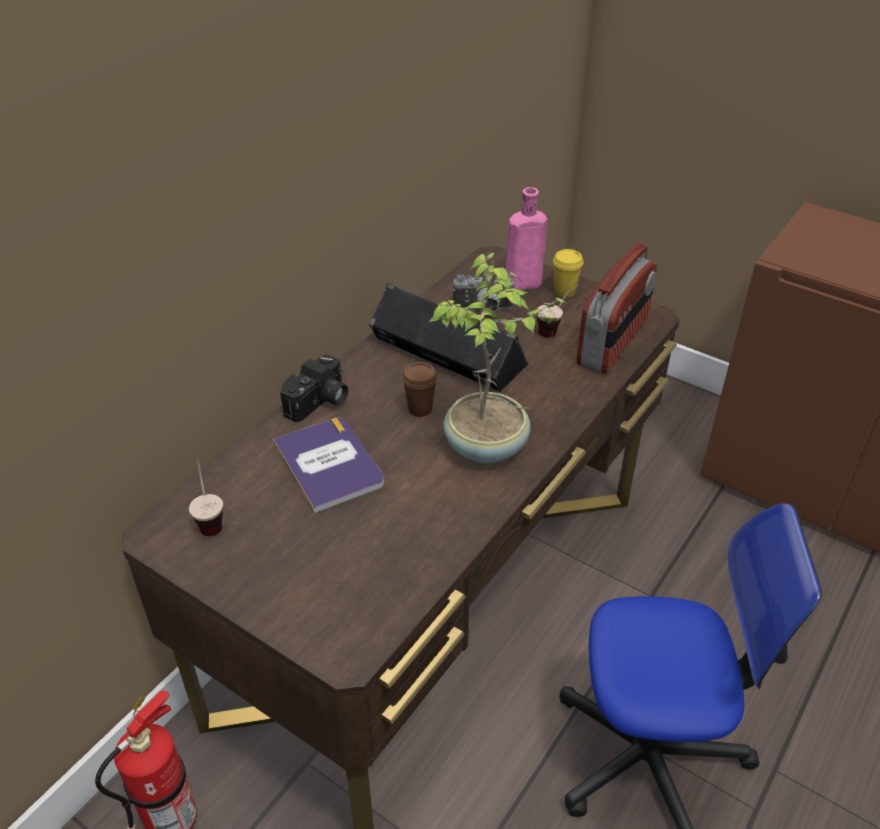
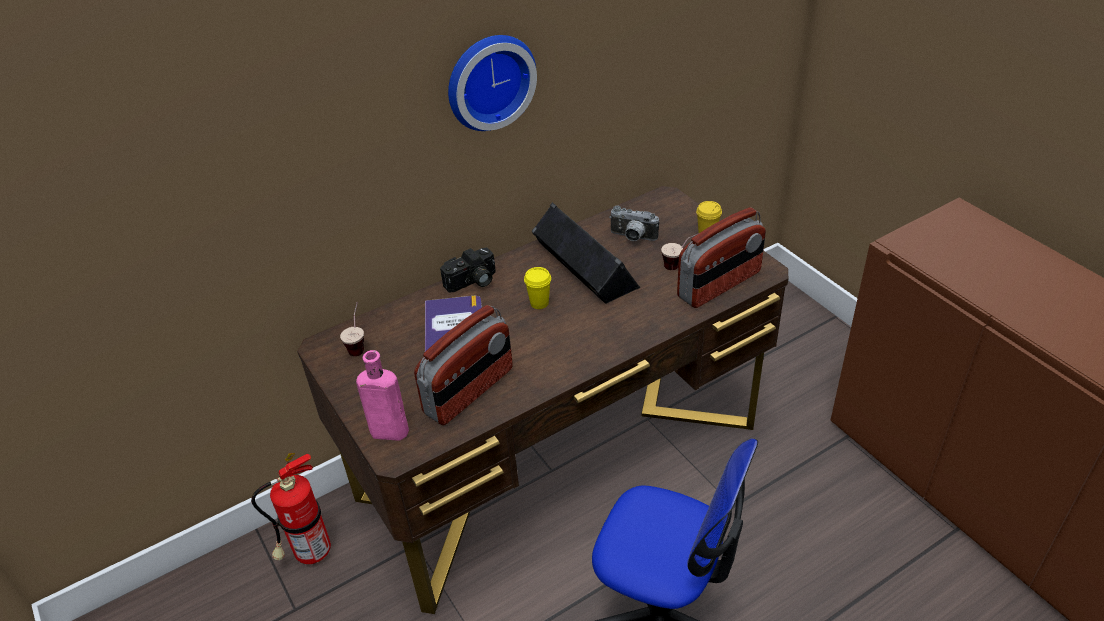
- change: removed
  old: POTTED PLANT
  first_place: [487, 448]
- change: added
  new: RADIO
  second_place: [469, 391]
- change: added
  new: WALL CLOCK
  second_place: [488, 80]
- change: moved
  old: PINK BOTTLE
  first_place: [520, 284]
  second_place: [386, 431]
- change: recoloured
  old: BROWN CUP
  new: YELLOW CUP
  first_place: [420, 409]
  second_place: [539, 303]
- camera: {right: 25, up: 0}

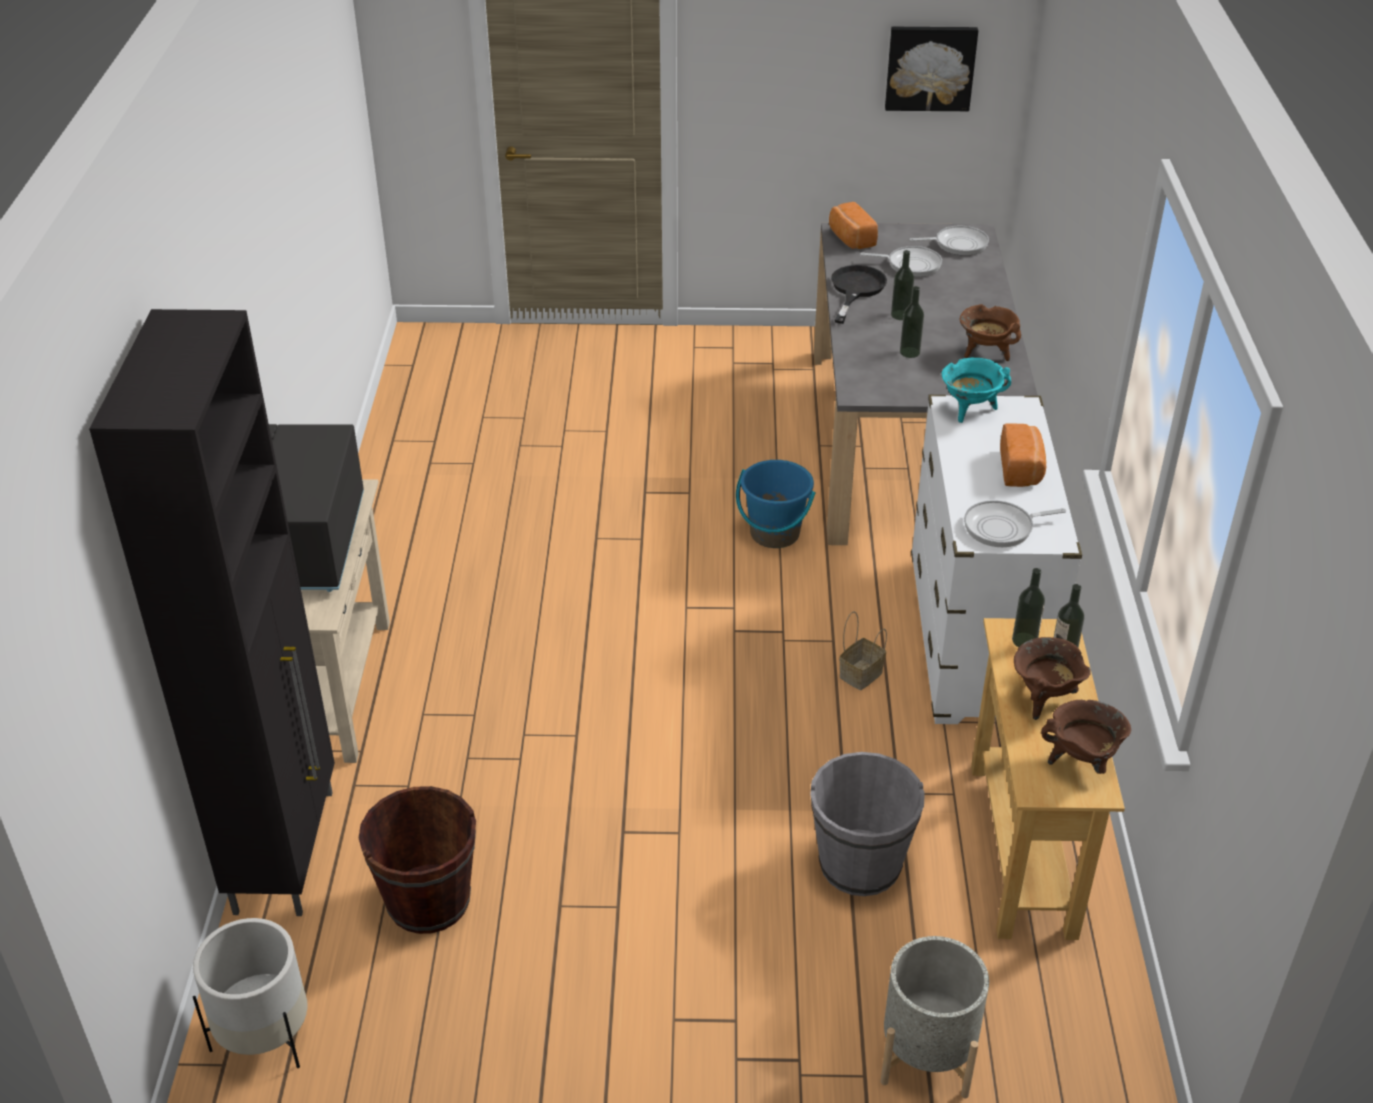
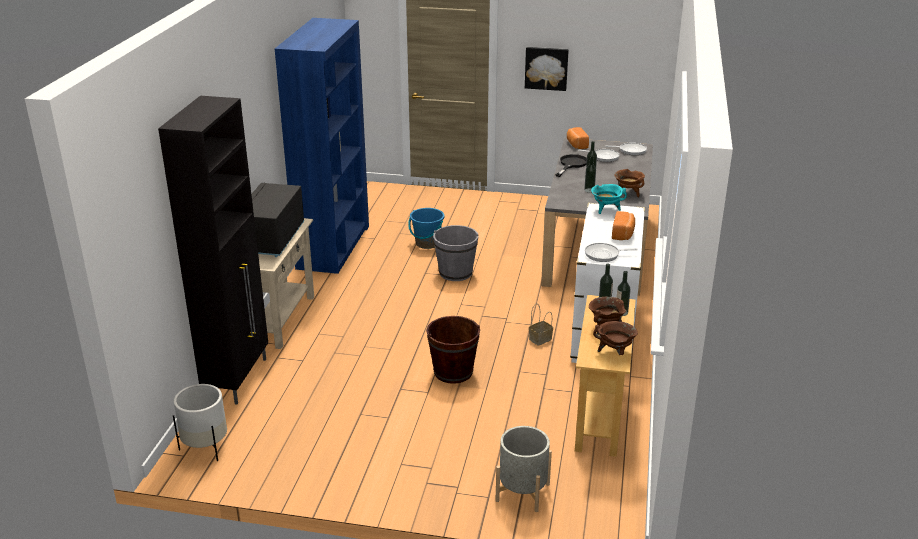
- change: added
  new: BLUE BOOKCASE
  second_place: [333, 247]
- change: moved
  old: BROWN BUCKET
  first_place: [428, 900]
  second_place: [453, 372]
- change: moved
  old: BLUE BUCKET
  first_place: [774, 534]
  second_place: [427, 243]
- change: moved
  old: GREY BUCKET
  first_place: [860, 864]
  second_place: [455, 273]
- change: moved
  old: PICTURE
  first_place: [930, 67]
  second_place: [546, 68]
- camera: {right: 10, up: -10}

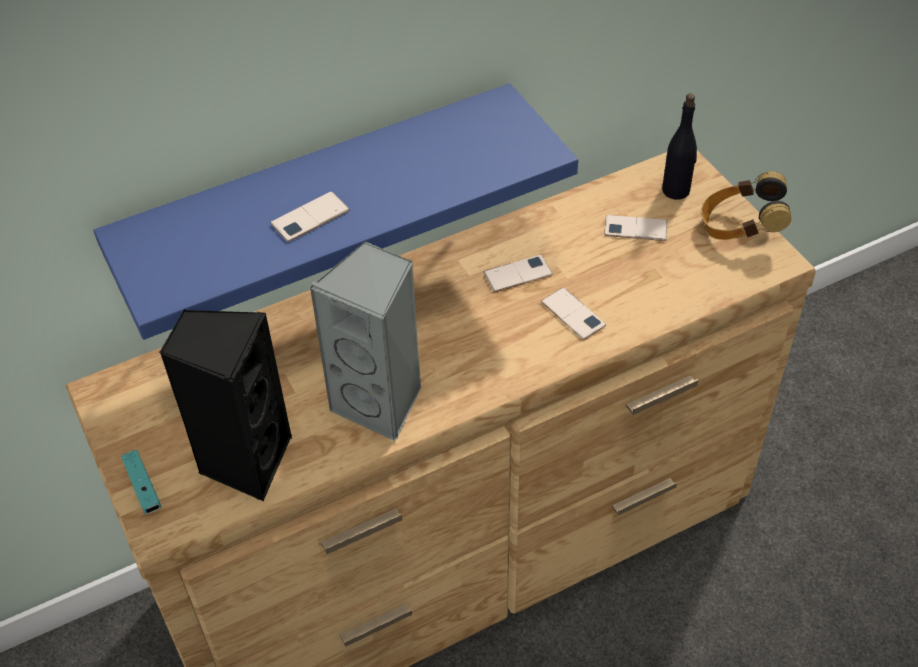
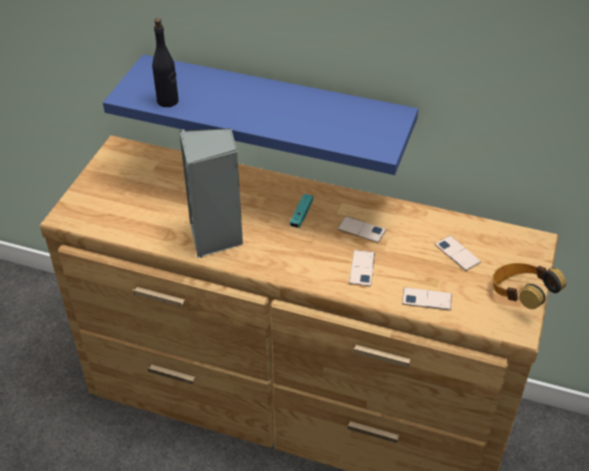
- change: removed
  old: BLACK SPEAKER
  first_place: [245, 460]
- change: moved
  old: TURQUOISE GAME CONTROLLER
  first_place: [143, 487]
  second_place: [301, 215]
- change: moved
  old: PHONE
  first_place: [310, 217]
  second_place: [427, 299]
- change: moved
  old: BLACK BOTTLE
  first_place: [676, 190]
  second_place: [168, 101]
- camera: {right: 45, up: -5}

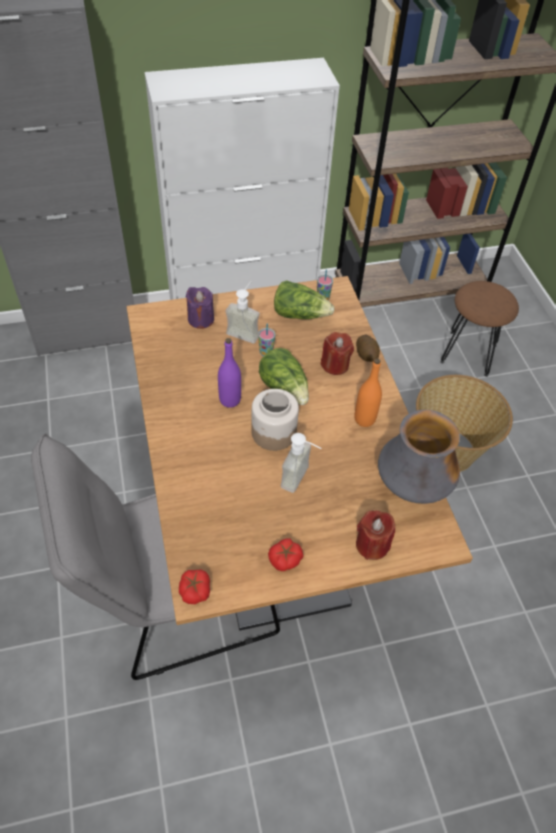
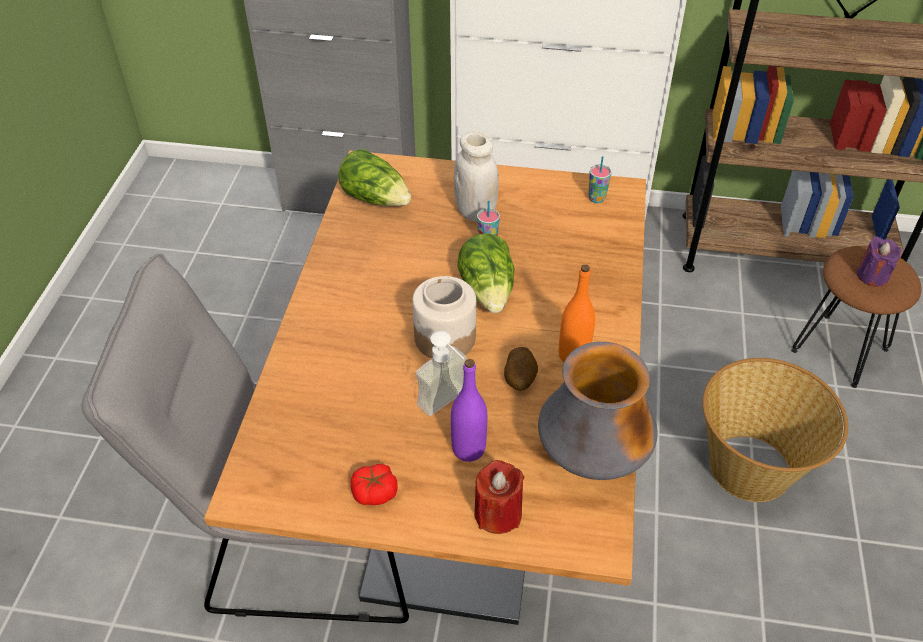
- change: removed
  old: TOMATO
  first_place: [195, 590]
- change: removed
  old: RED CANDLE
  first_place: [335, 365]
- change: moved
  old: PURPLE CANDLE
  first_place: [201, 319]
  second_place: [872, 275]
- change: moved
  old: PURPLE BOTTLE
  first_place: [230, 400]
  second_place: [468, 449]
- change: moved
  old: LETTUCE
  first_place: [300, 314]
  second_place: [376, 198]
- change: moved
  old: POTATO
  first_place: [367, 355]
  second_place: [520, 378]
- change: replaced
  old: SOAP DISPENSER
  new: WHITE JAR
  first_place: [245, 331]
  second_place: [475, 211]
- camera: {right: 25, up: -5}

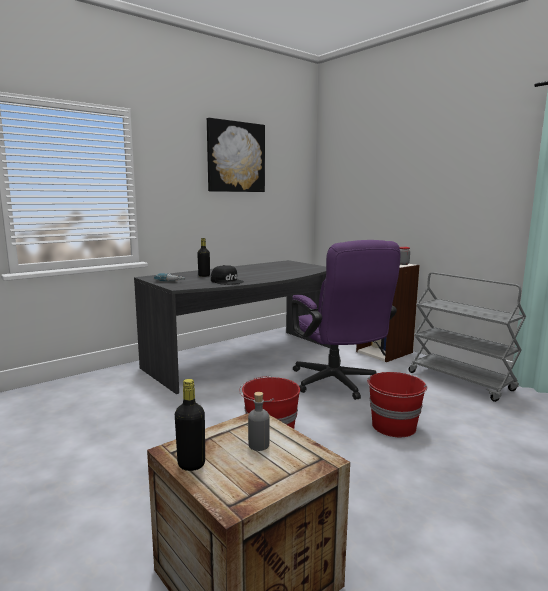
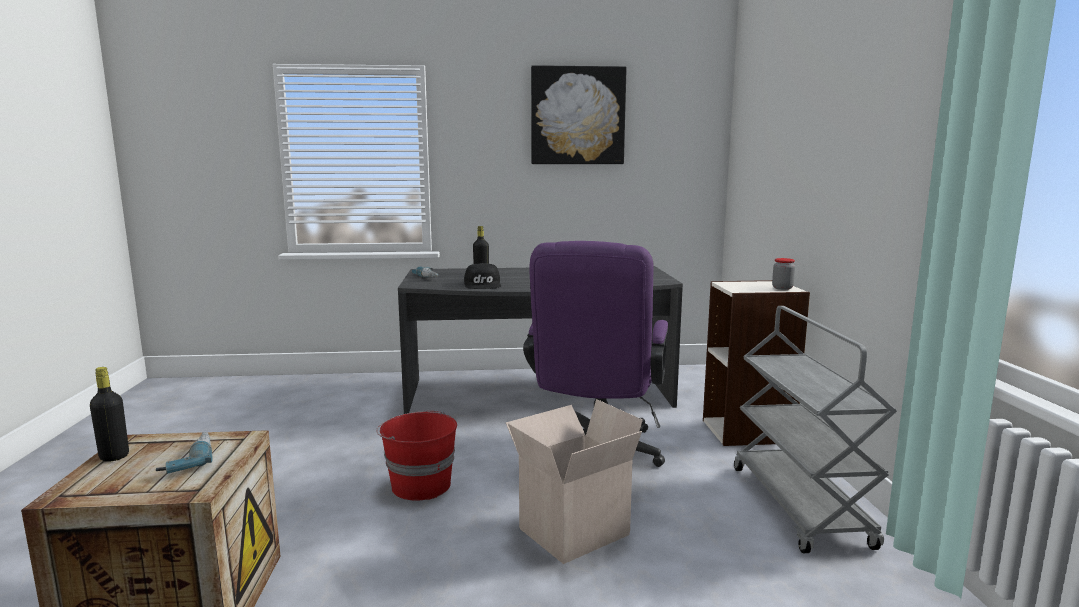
- change: replaced
  old: GREY BOTTLE
  new: POWER DRILL
  first_place: [258, 445]
  second_place: [187, 460]
- change: replaced
  old: RED BUCKET
  new: CARDBOARD BOX
  first_place: [394, 427]
  second_place: [573, 529]
- camera: {right: 35, up: 0}

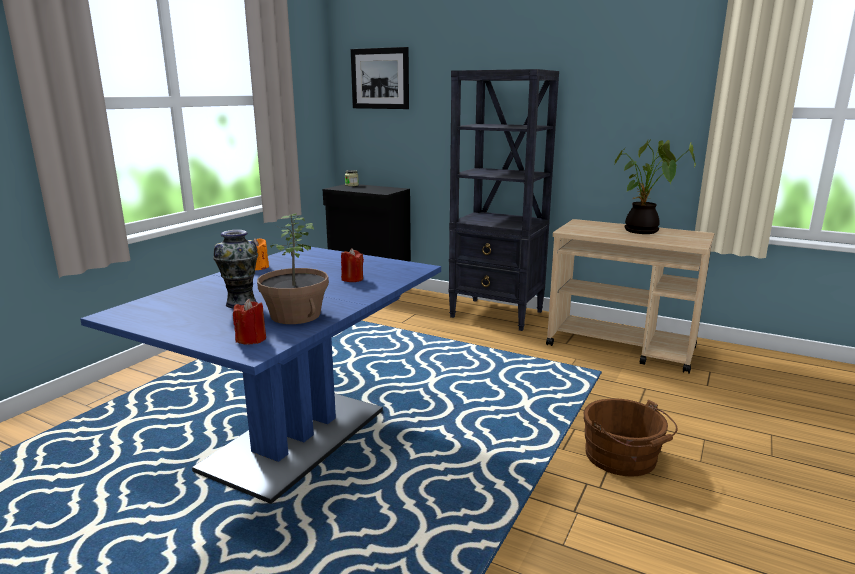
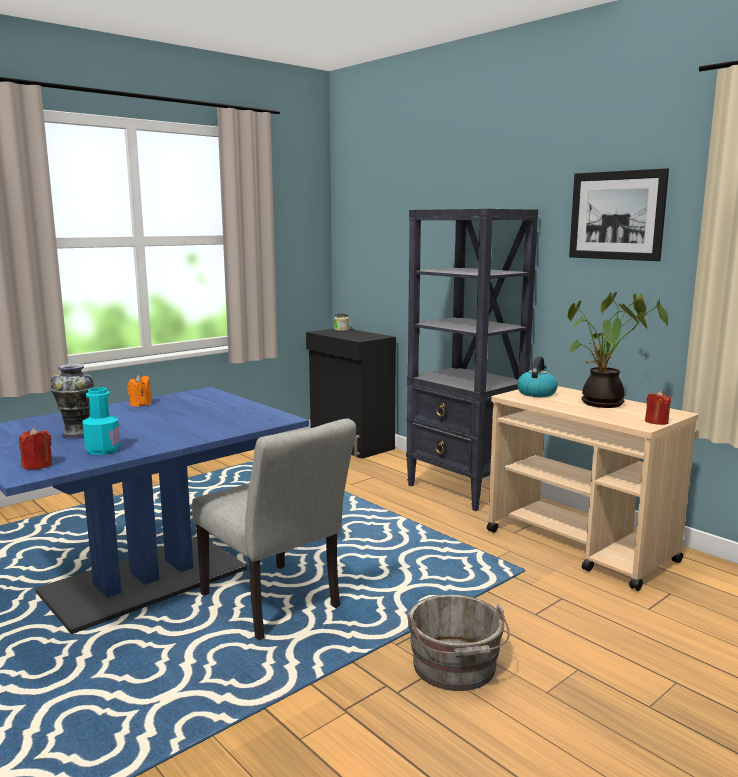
- change: added
  new: GREY CHAIR
  second_place: [276, 605]
- change: added
  new: KETTLE
  second_place: [536, 393]
- change: moved
  old: RED CANDLE
  first_place: [352, 279]
  second_place: [656, 422]
- change: moved
  old: PICTURE
  first_place: [380, 78]
  second_place: [616, 215]
- change: replaced
  old: POTTED PLANT
  new: TURQUOISE BOTTLE
  first_place: [295, 315]
  second_place: [103, 450]
- change: recoloured
  old: BROWN BUCKET
  new: GREY BUCKET
  first_place: [624, 458]
  second_place: [456, 668]
- camera: {right: 20, up: -5}

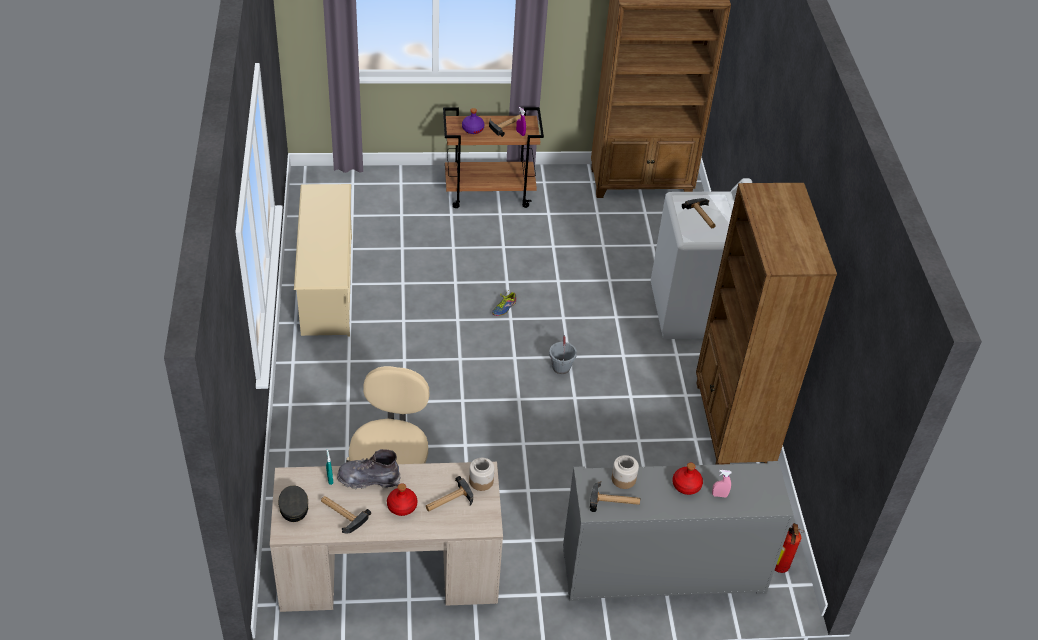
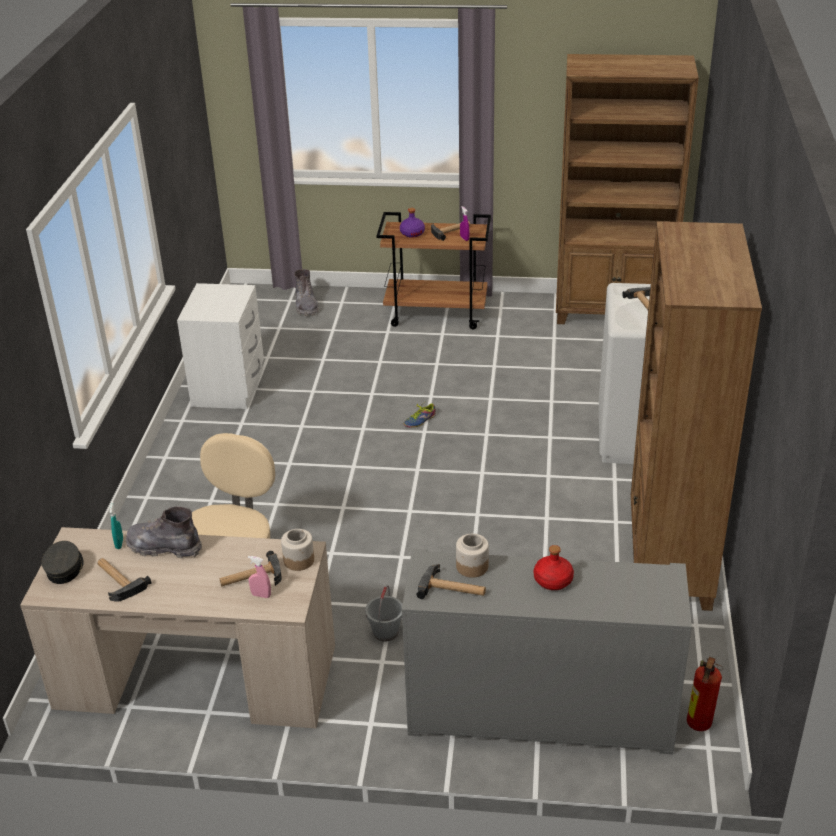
- change: removed
  old: RED BOTTLE
  first_place: [402, 506]
- change: added
  new: GREY BOOT
  second_place: [306, 306]
- change: moved
  old: GREY BUCKET
  first_place: [561, 367]
  second_place: [386, 632]
- change: moved
  old: PINK SPRAY BOTTLE
  first_place: [719, 495]
  second_place: [261, 595]
- change: replaced
  old: BEIGE SHOE RACK
  new: WHITE NIGHTSTAND
  first_place: [327, 284]
  second_place: [229, 388]
- camera: {right: 15, up: -10}

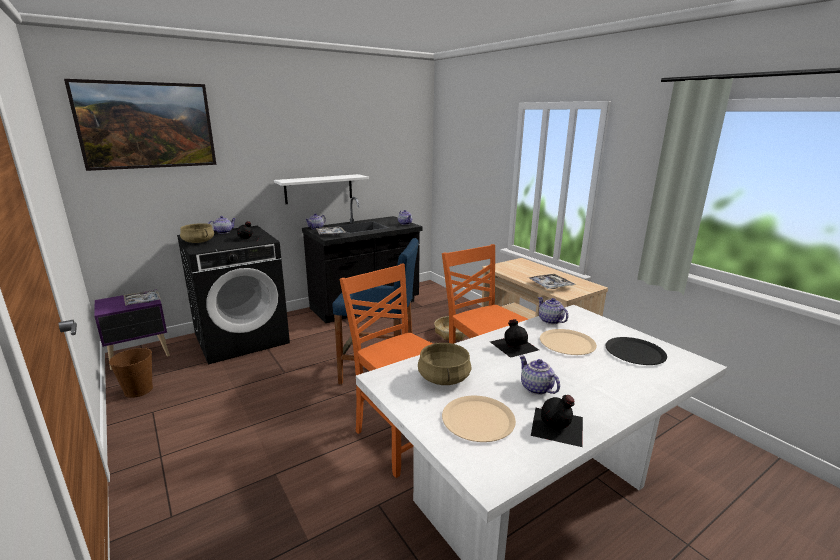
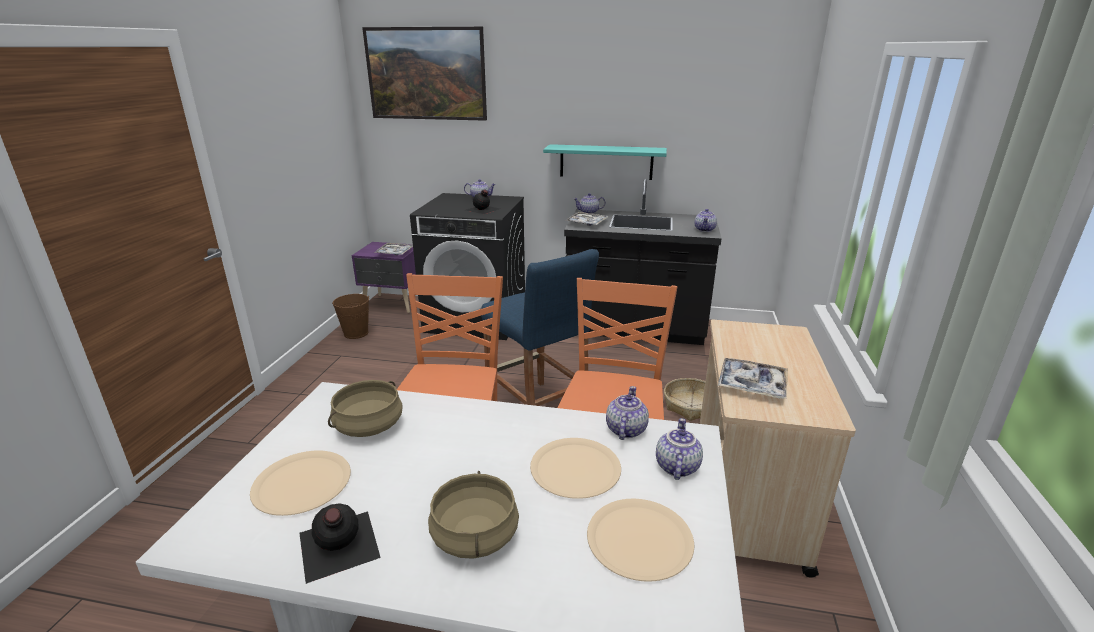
- change: removed
  old: BLACK BOTTLE
  first_place: [514, 345]
- change: moved
  old: BEIGE COOKING POT
  first_place: [199, 242]
  second_place: [476, 536]
- change: moved
  old: TEAPOT
  first_place: [535, 388]
  second_place: [676, 466]
- change: recoloured
  old: WHITE SHELF
  new: TURQUOISE SHELF
  first_place: [319, 189]
  second_place: [606, 162]
- change: recoloured
  old: BLACK PLATE
  new: BEIGE PLATE
  first_place: [635, 352]
  second_place: [639, 540]
- camera: {right: 45, up: 5}

